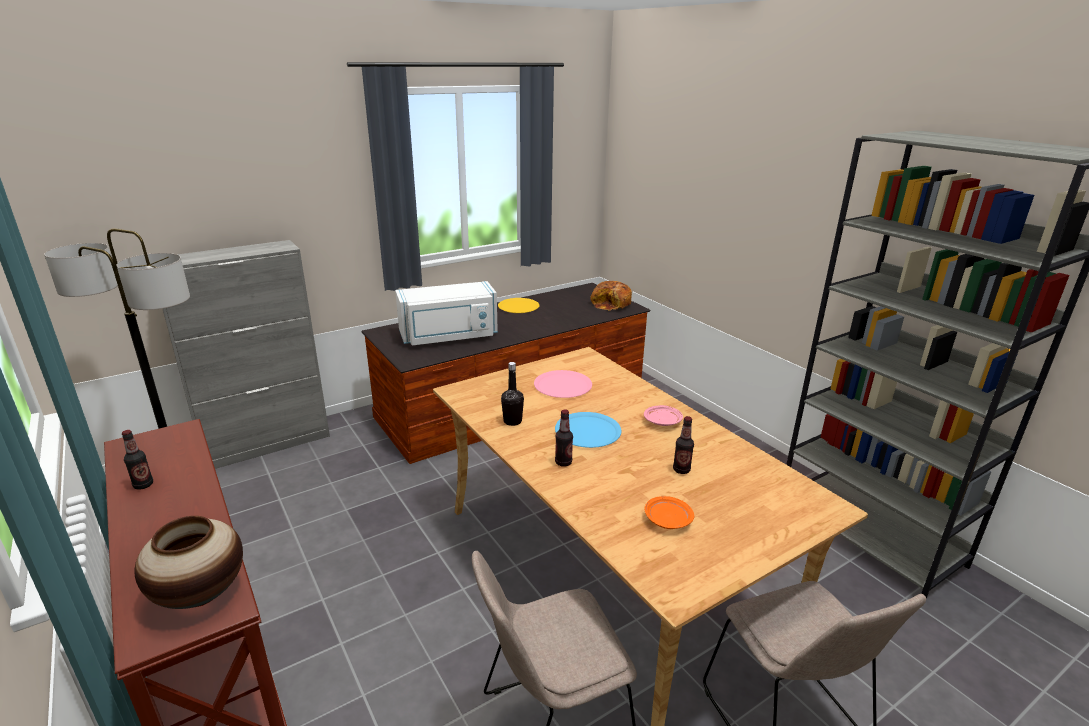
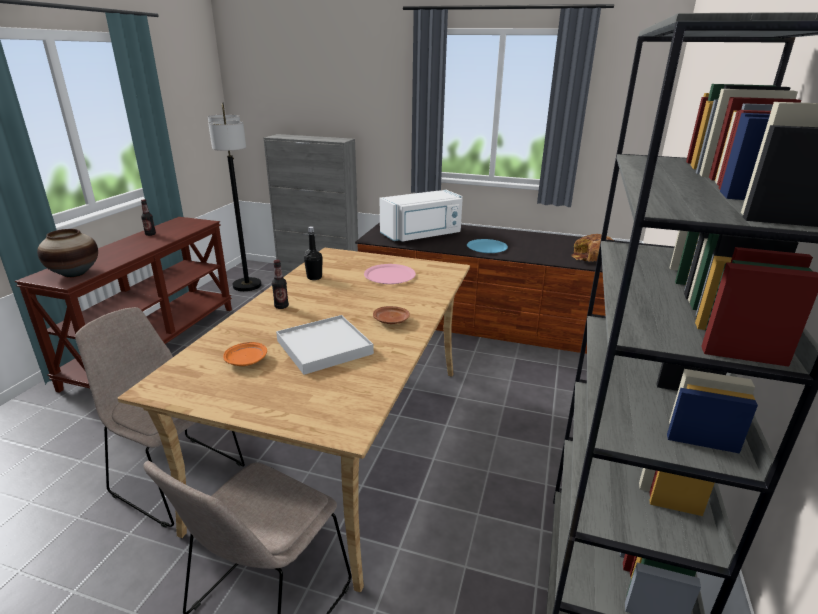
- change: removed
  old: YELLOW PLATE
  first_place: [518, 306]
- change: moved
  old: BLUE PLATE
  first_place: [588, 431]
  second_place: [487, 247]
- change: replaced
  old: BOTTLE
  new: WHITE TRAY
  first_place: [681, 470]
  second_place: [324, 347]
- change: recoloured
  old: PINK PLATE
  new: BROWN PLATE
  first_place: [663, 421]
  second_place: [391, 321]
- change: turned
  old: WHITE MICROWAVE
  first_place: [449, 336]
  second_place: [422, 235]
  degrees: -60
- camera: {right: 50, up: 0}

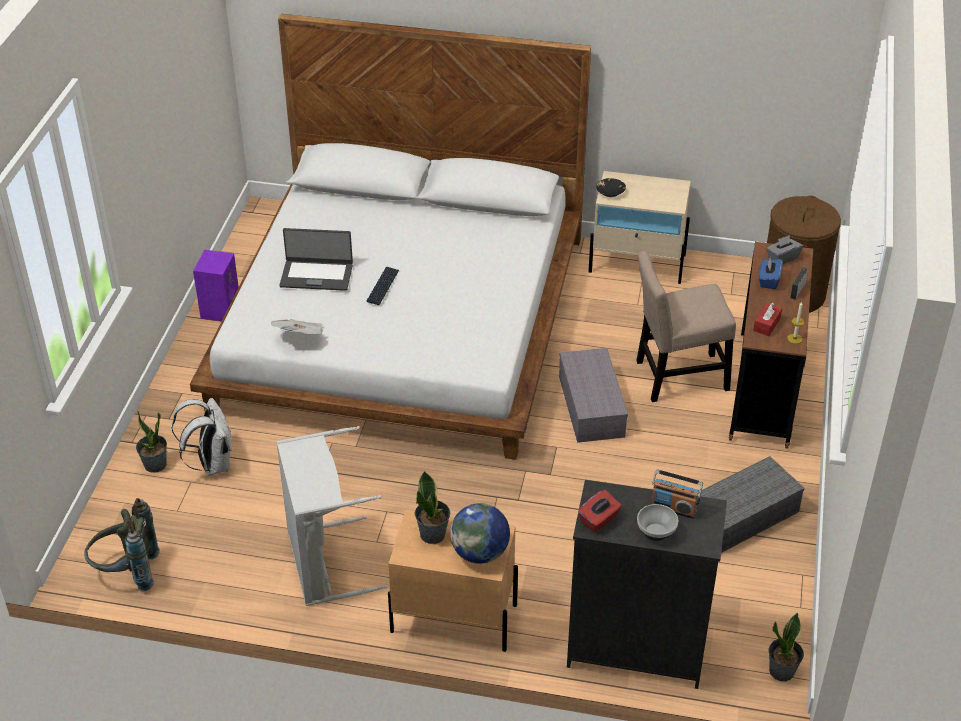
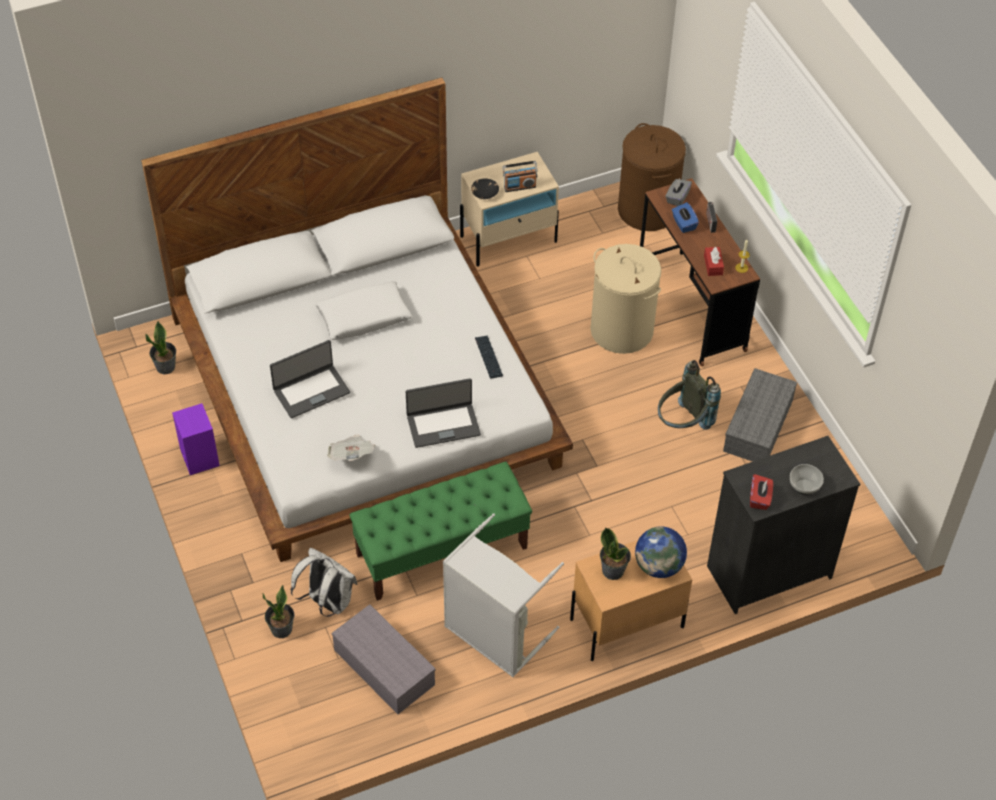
- change: added
  new: WHITE PILLOW
  second_place: [364, 317]
- change: added
  new: GREEN BENCH
  second_place: [442, 550]
- change: added
  new: LAPTOP
  second_place: [443, 425]
- change: moved
  old: GREY BACKPACK
  first_place: [127, 572]
  second_place: [683, 424]
- change: moved
  old: KEYBOARD
  first_place: [383, 286]
  second_place: [488, 357]
- change: moved
  old: GREY STORAGE BOX
  first_place: [590, 405]
  second_place: [382, 667]
- change: moved
  old: RADIO
  first_place: [674, 508]
  second_place: [519, 186]
- change: moved
  old: POTTED PLANT
  first_place: [782, 671]
  second_place: [166, 367]
- change: replaced
  old: BEIGE CHAIR
  new: BEIGE LAUNDRY BASKET
  first_place: [677, 377]
  second_place: [621, 330]
- camera: {right: -35, up: 10}

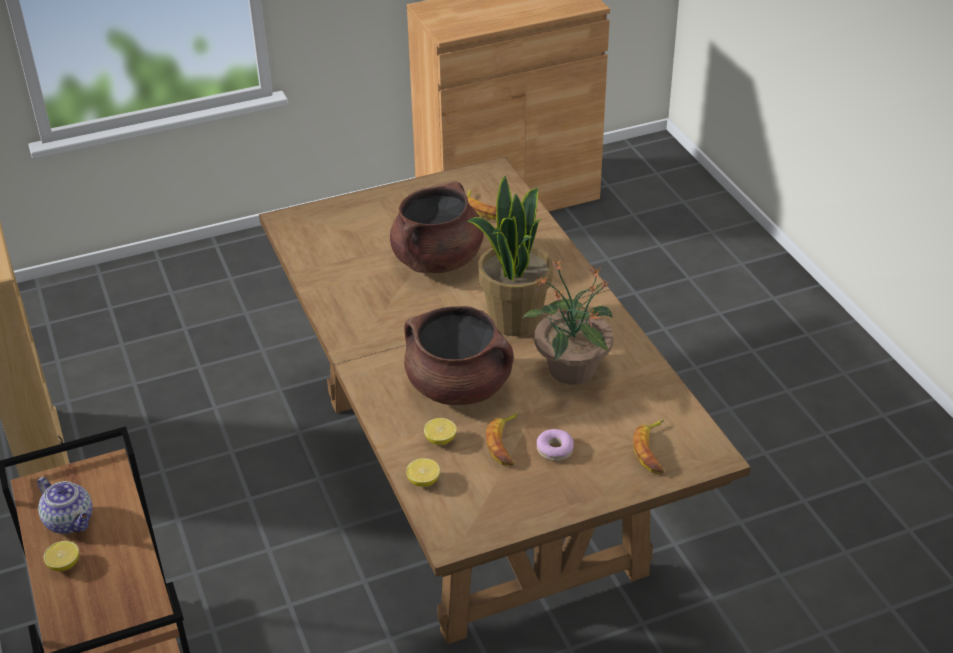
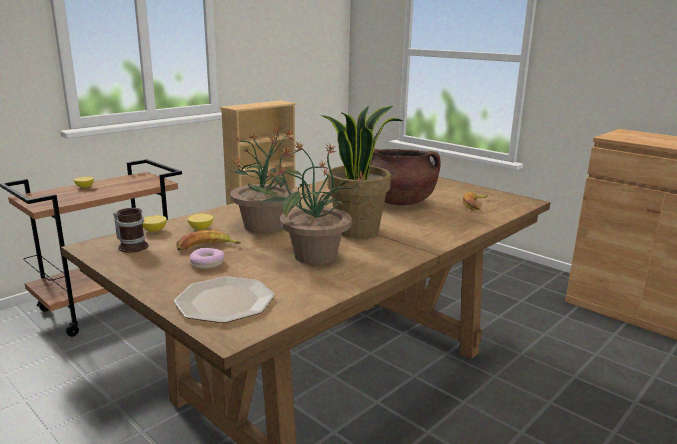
- change: removed
  old: TEAPOT
  first_place: [71, 521]
- change: added
  new: MUG
  second_place: [132, 246]
- change: replaced
  old: BROWN COOKING POT
  new: POTTED PLANT
  first_place: [459, 386]
  second_place: [264, 226]
- change: replaced
  old: BANANA
  new: PLATE
  first_place: [652, 450]
  second_place: [224, 302]
- camera: {right: 65, up: -20}

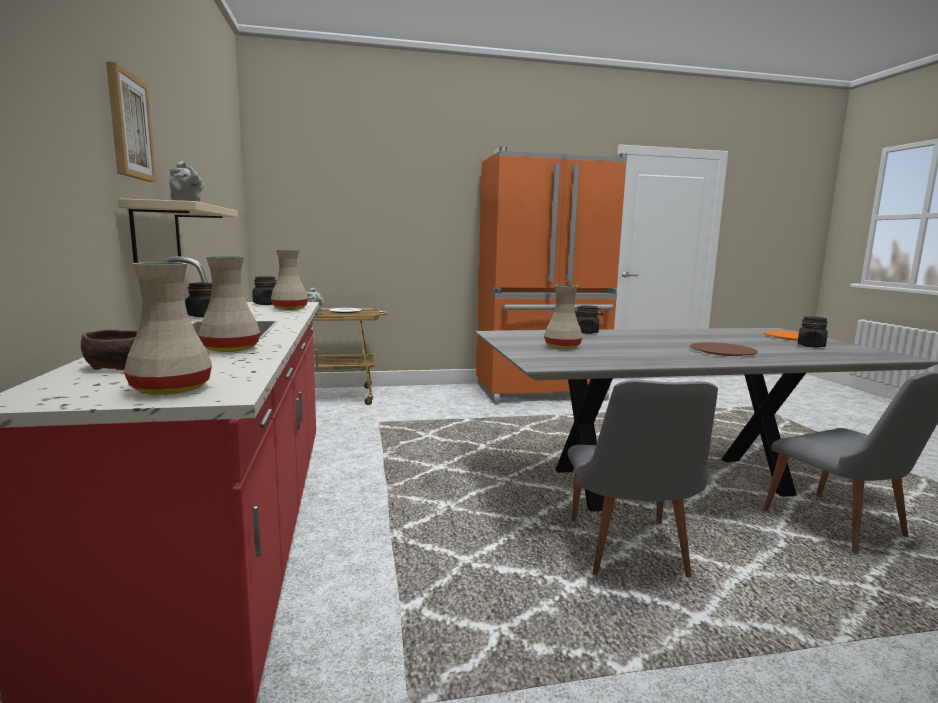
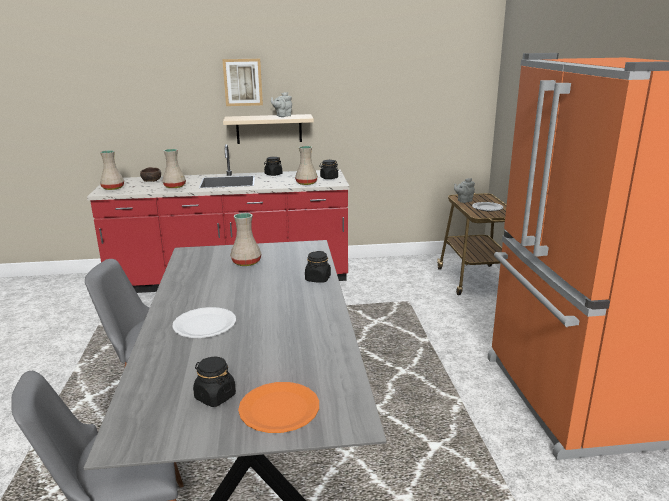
- change: recoloured
  old: BROWN PLATE
  new: WHITE PLATE
  first_place: [722, 351]
  second_place: [204, 324]
- camera: {right: 95, up: 10}

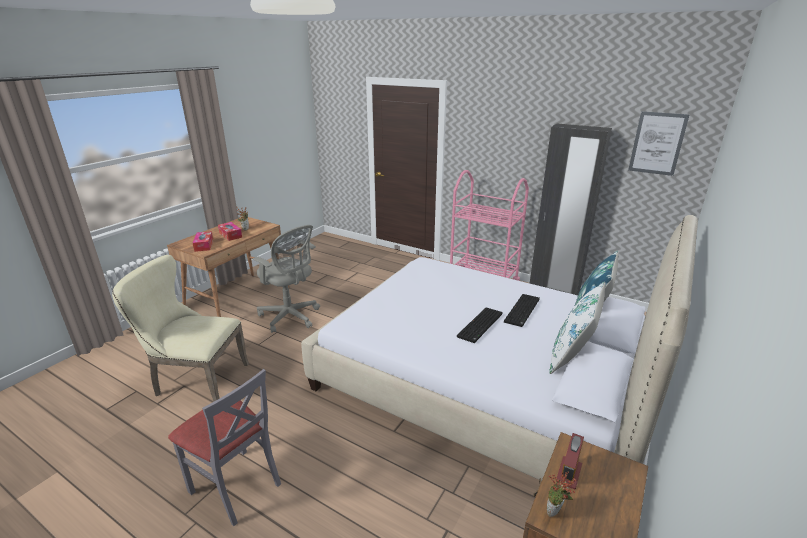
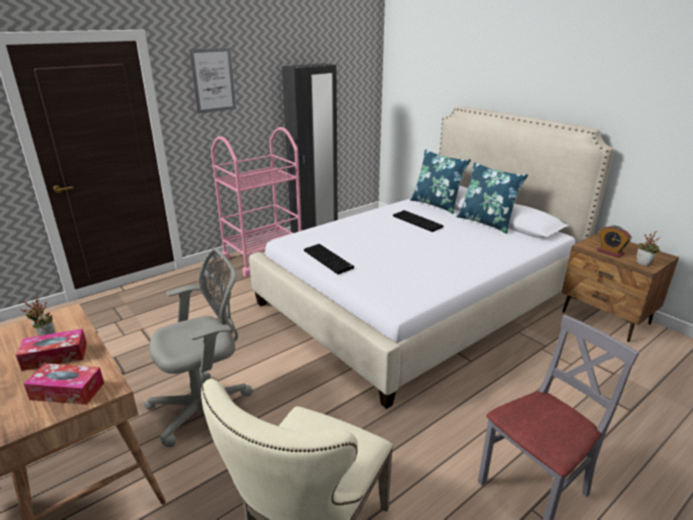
- change: moved
  old: KEYBOARD
  first_place: [481, 326]
  second_place: [329, 259]
- change: moved
  old: PICTURE
  first_place: [657, 143]
  second_place: [213, 80]
- change: recoloured
  old: WHITE PILLOW
  new: BLUE PILLOW
  first_place: [571, 356]
  second_place: [486, 222]
- camera: {right: -70, up: 0}

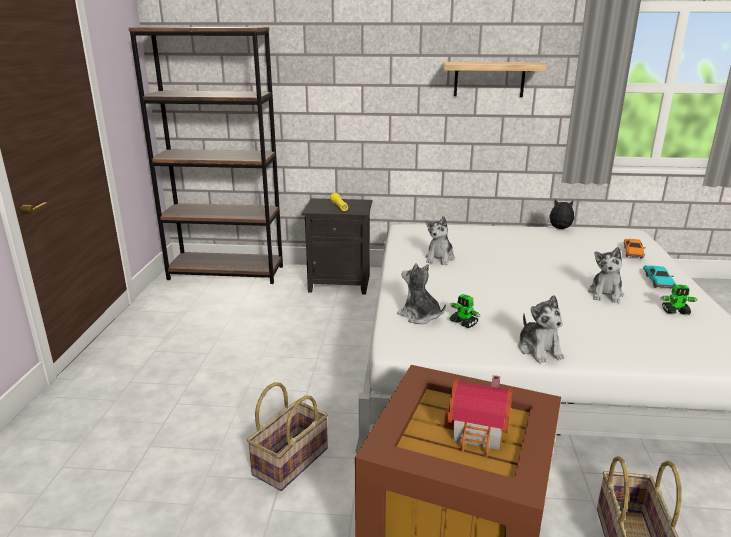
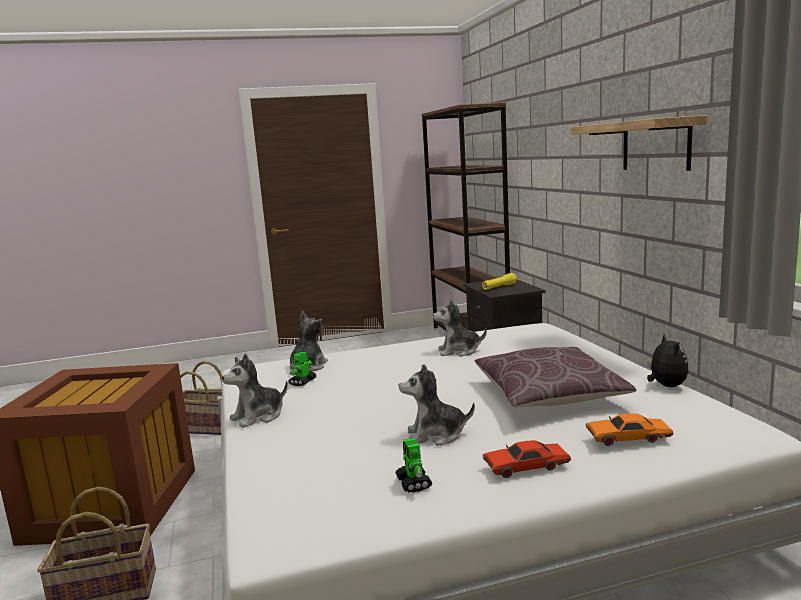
- change: removed
  old: TOY HOUSE
  first_place: [479, 433]
- change: added
  new: BROWN PILLOW
  second_place: [548, 395]
- change: recoloured
  old: TURQUOISE TOY CAR
  new: RED TOY CAR
  first_place: [657, 281]
  second_place: [526, 467]
- camera: {right: 70, up: -10}

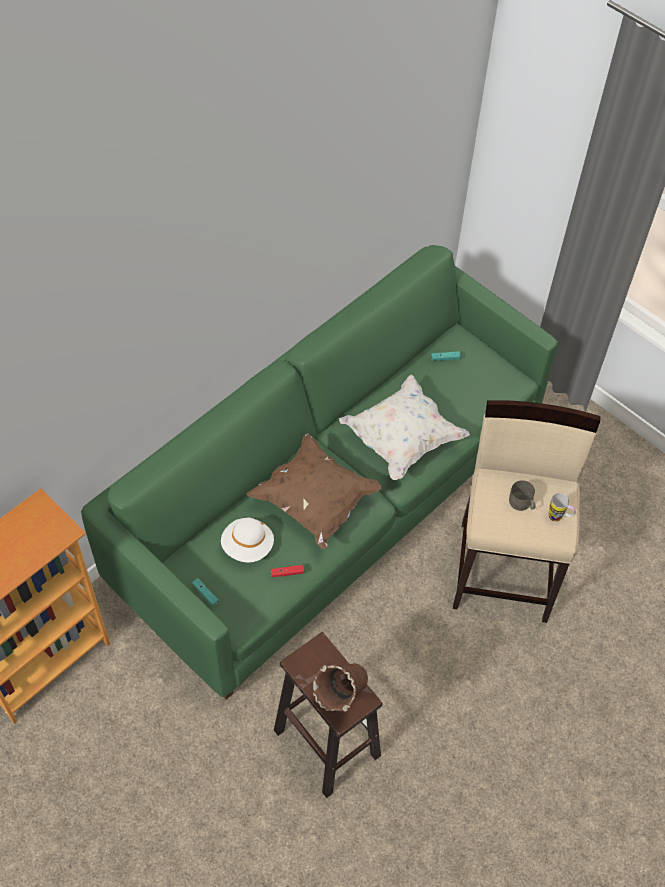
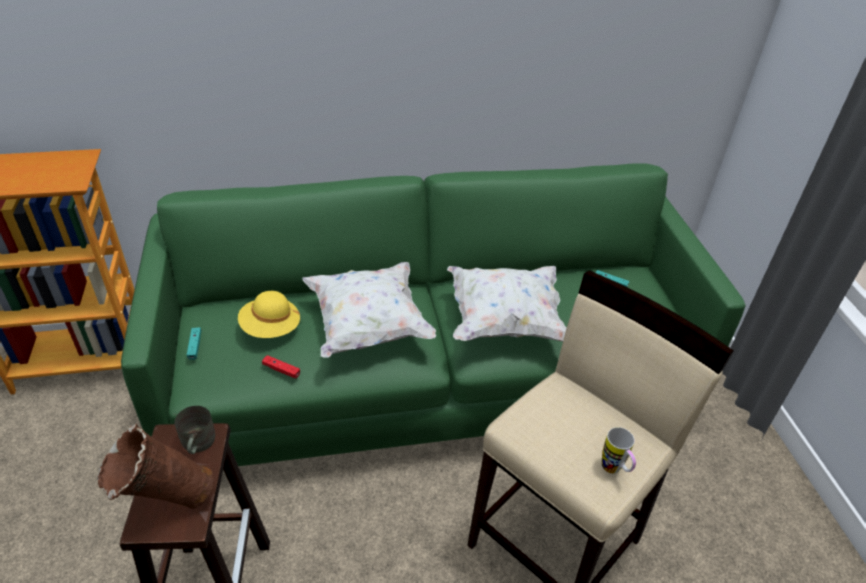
- change: moved
  old: GREY MUG
  first_place: [521, 504]
  second_place: [197, 443]
- change: recoloured
  old: WHITE HAT
  new: YELLOW HAT
  first_place: [248, 546]
  second_place: [270, 328]
- change: recoloured
  old: BROWN PILLOW
  new: WHITE PILLOW
  first_place: [315, 501]
  second_place: [368, 326]
- camera: {right: 35, up: -15}

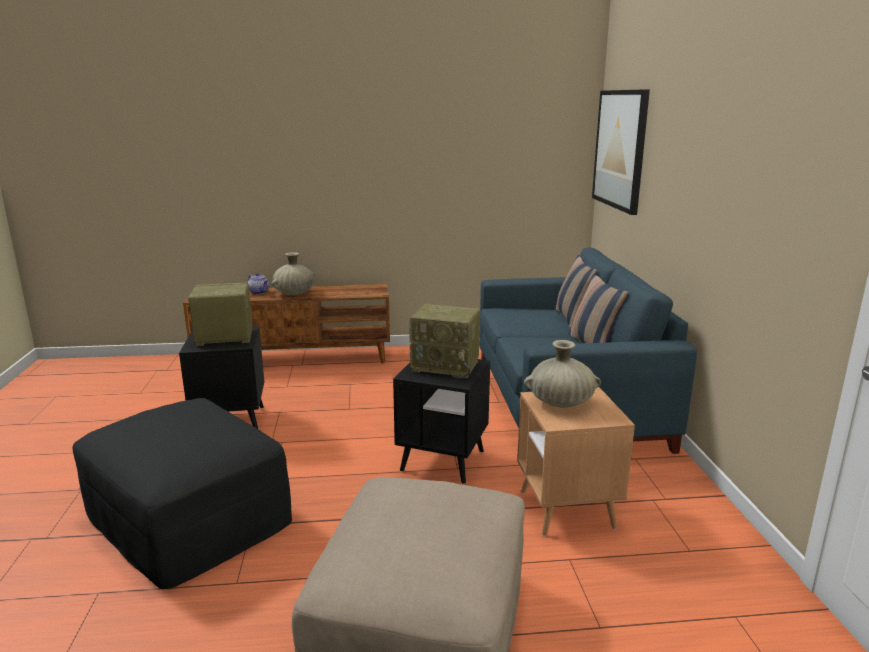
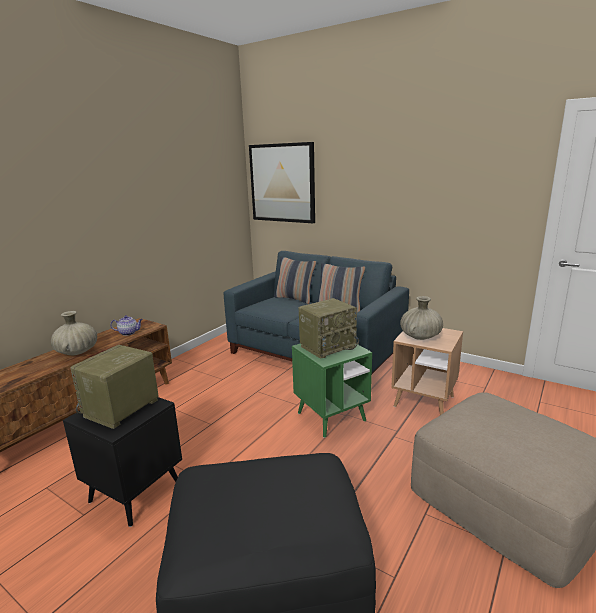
- change: moved
  old: TEAPOT
  first_place: [259, 292]
  second_place: [129, 333]
- change: recoloured
  old: BLACK SIDE TABLE
  new: GREEN SIDE TABLE
  first_place: [442, 461]
  second_place: [331, 417]
- camera: {right: -50, up: 0}

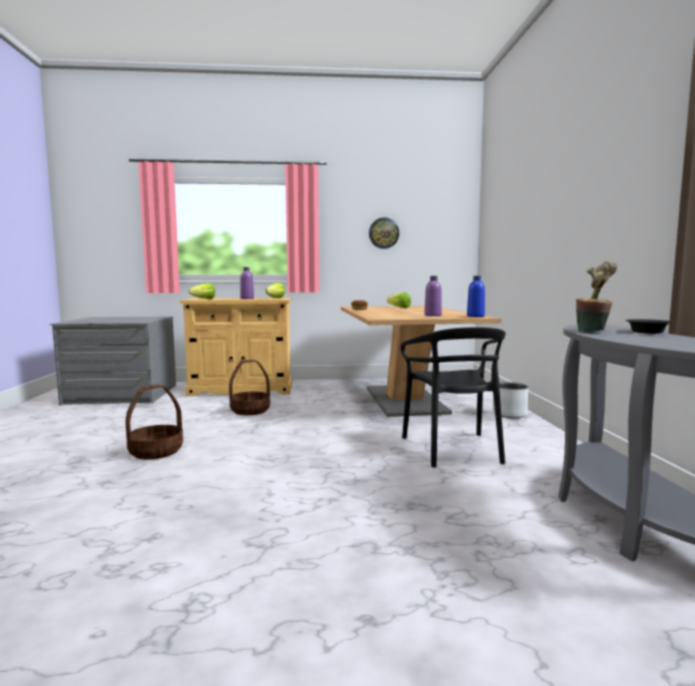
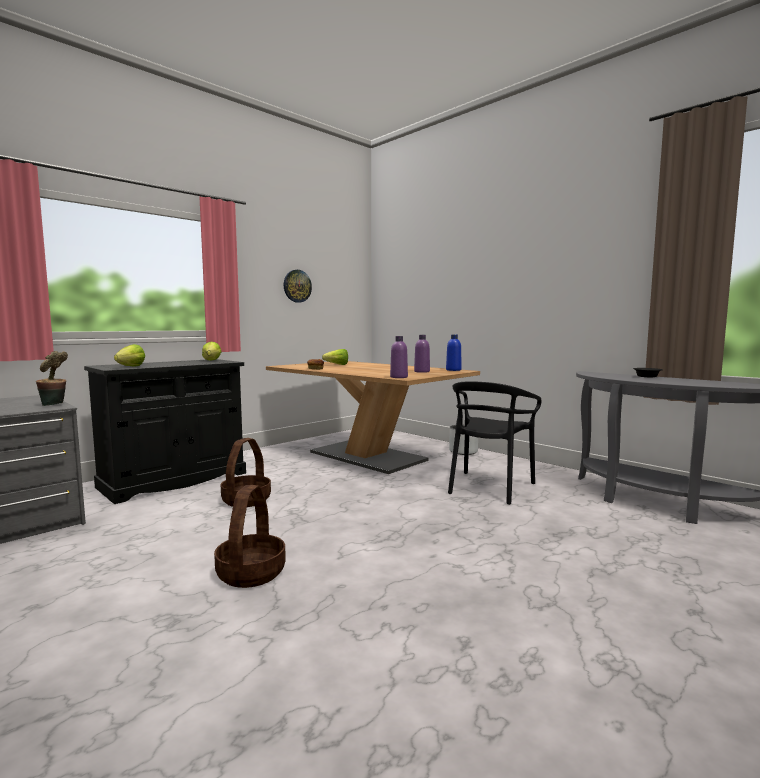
- change: moved
  old: PURPLE BOTTLE
  first_place: [247, 298]
  second_place: [399, 377]
- change: moved
  old: POTTED PLANT
  first_place: [593, 331]
  second_place: [54, 404]
- change: recoloured
  old: BEIGE CABINET
  new: BLACK CABINET
  first_place: [241, 389]
  second_place: [174, 480]
- change: turned
  old: BLACK CHAIR
  first_place: [453, 449]
  second_place: [489, 487]
  degrees: 75
- camera: {right: -40, up: 0}

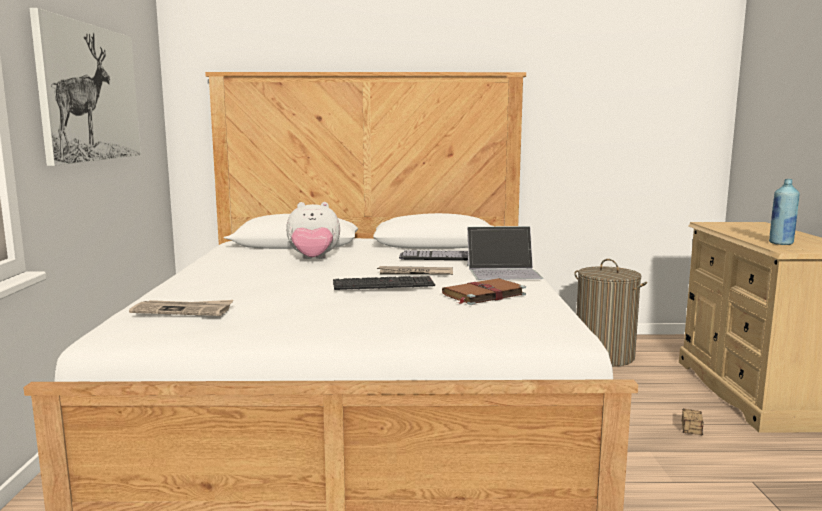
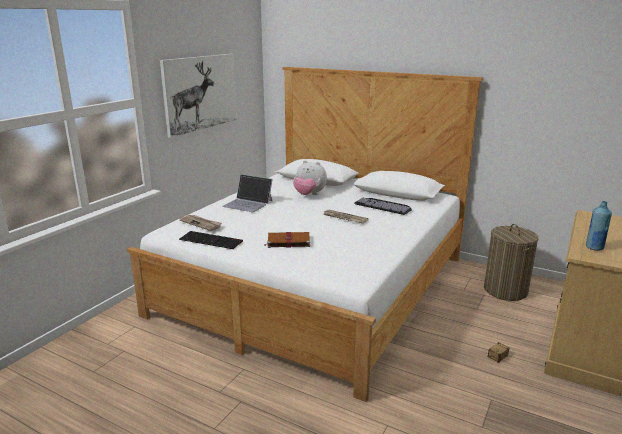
- change: moved
  old: KEYBOARD
  first_place: [384, 283]
  second_place: [212, 240]
- change: moved
  old: BROWN BOOK
  first_place: [483, 294]
  second_place: [287, 241]
- change: moved
  old: LAPTOP
  first_place: [504, 272]
  second_place: [248, 203]
- camera: {right: 30, up: 10}

